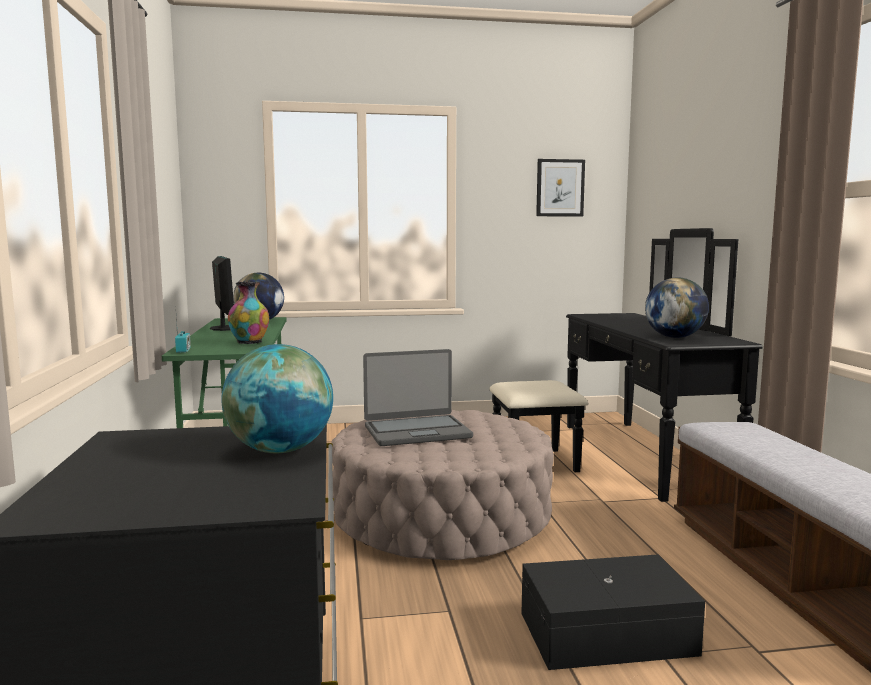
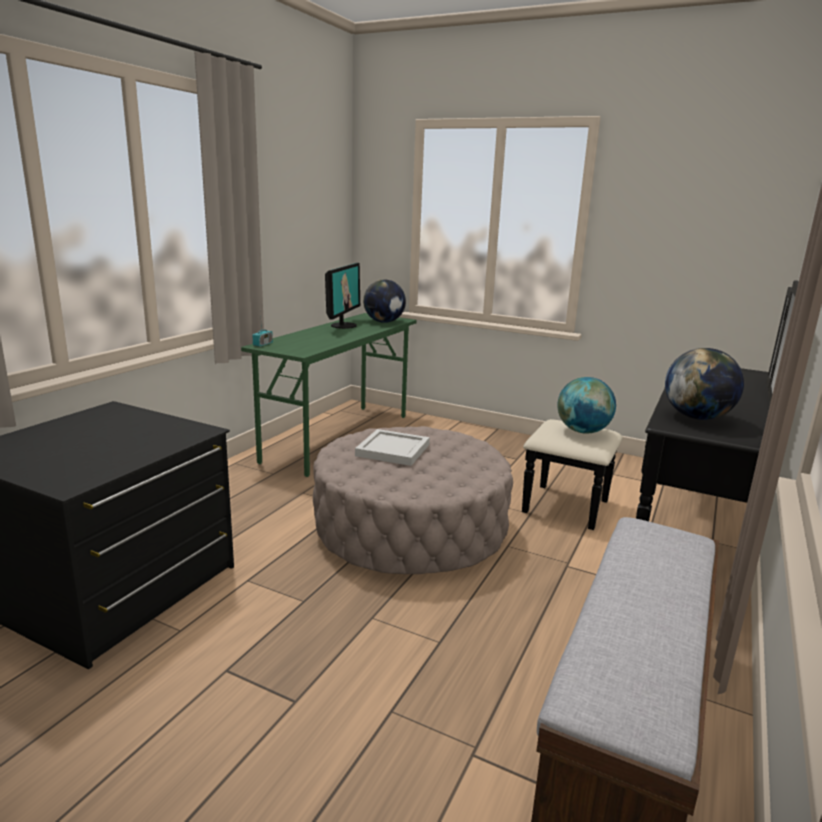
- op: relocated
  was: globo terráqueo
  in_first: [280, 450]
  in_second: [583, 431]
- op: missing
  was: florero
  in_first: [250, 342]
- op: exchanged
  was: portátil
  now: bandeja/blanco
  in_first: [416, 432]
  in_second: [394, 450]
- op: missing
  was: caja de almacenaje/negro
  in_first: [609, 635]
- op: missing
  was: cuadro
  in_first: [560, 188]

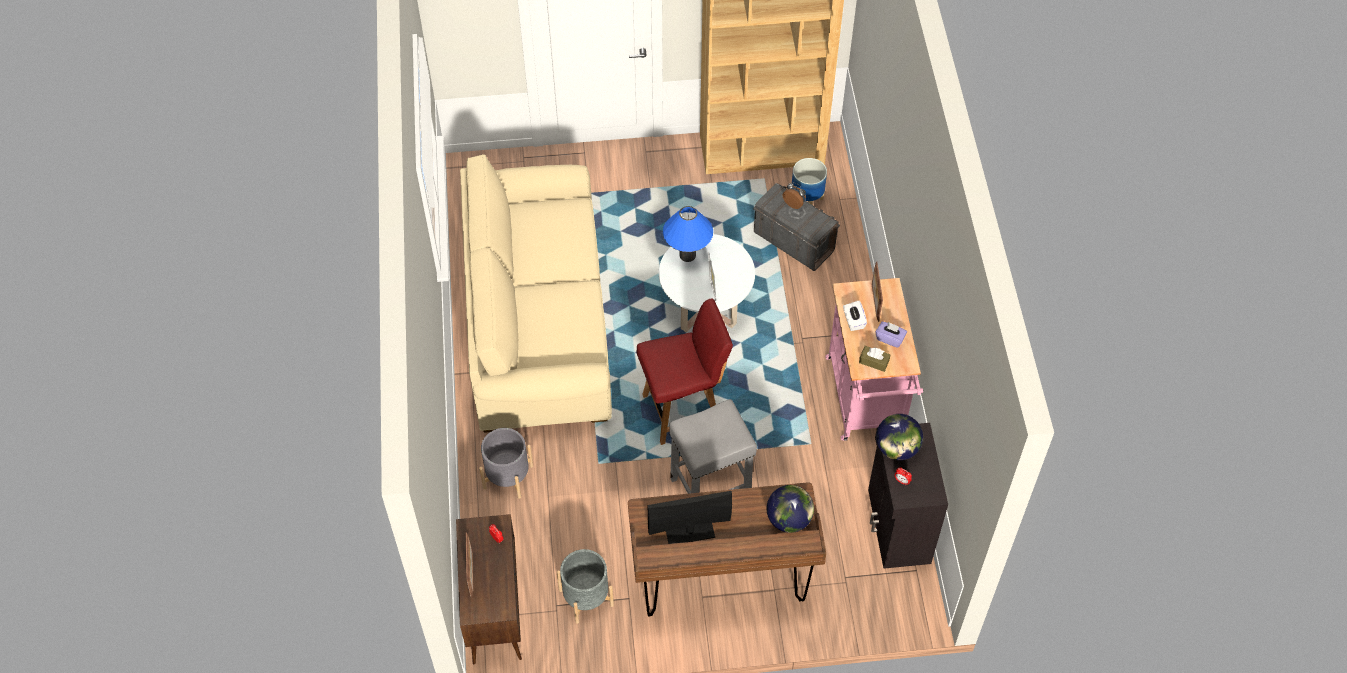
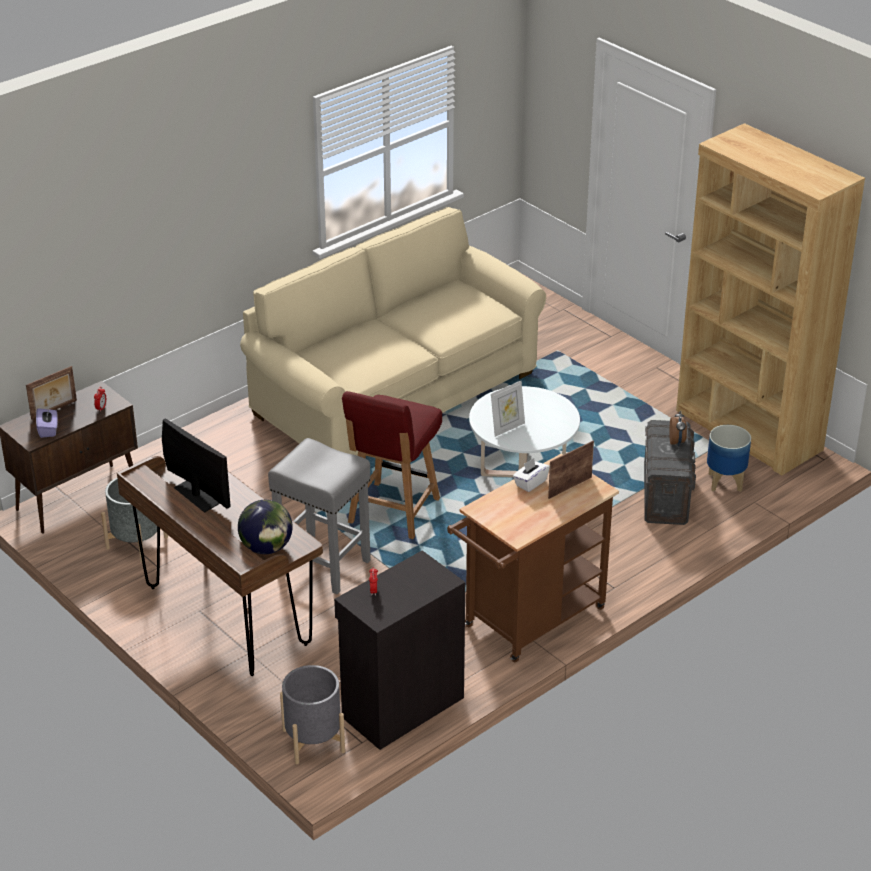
- op: relocated
  was: maceta/gris
  in_first: [508, 476]
  in_second: [313, 740]
- op: spun
  was: silla/rojo
  in_first: [683, 411]
  in_second: [392, 512]
  clockwise: 75
- op: missing
  was: lámpara de mesa/azul
  in_first: [687, 255]
- op: colour
  was: carrito/rosa
  now: carrito/marrón
  in_first: [866, 402]
  in_second: [528, 622]
- op: missing
  was: caja de pañuelos/marrón
  in_first: [874, 362]
- op: relocated
  was: caja de pañuelos/morado
  in_first: [890, 338]
  in_second: [48, 430]
- op: missing
  was: globo terráqueo
  in_first: [897, 448]

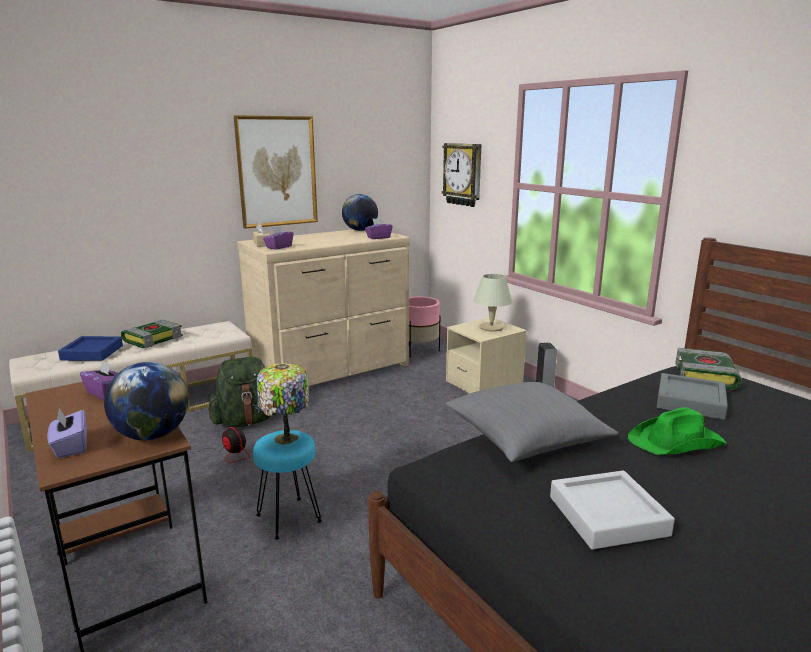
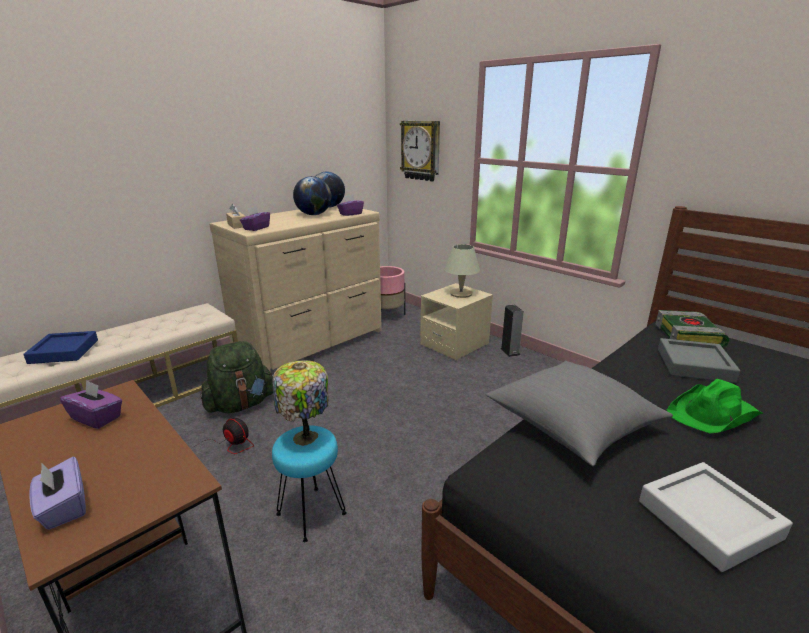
- op: relocated
  was: globo terráqueo
  in_first: [152, 435]
  in_second: [313, 215]
- op: missing
  was: libro
  in_first: [153, 339]
- op: missing
  was: cuadro
  in_first: [277, 171]

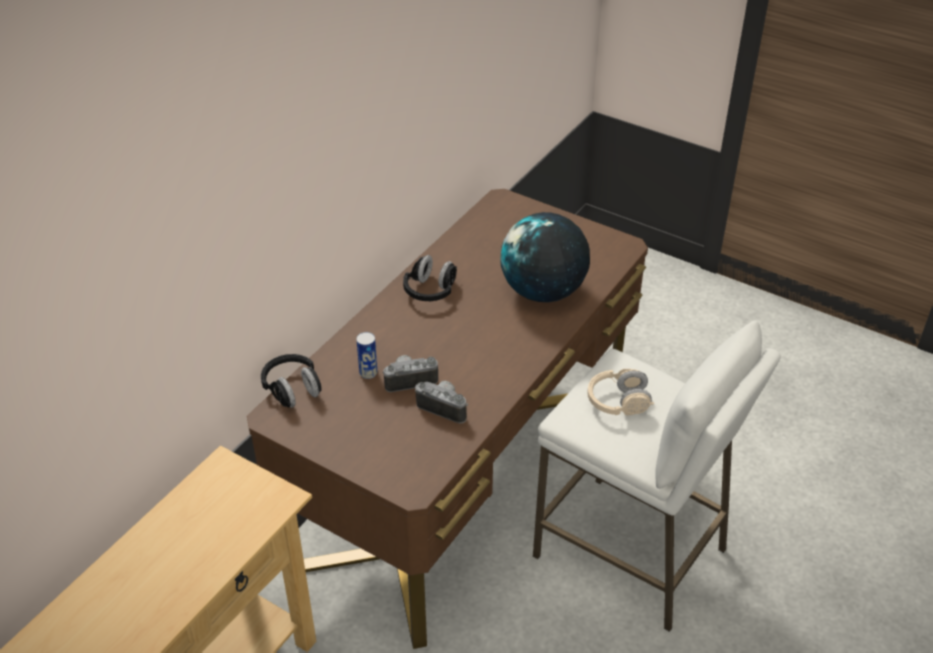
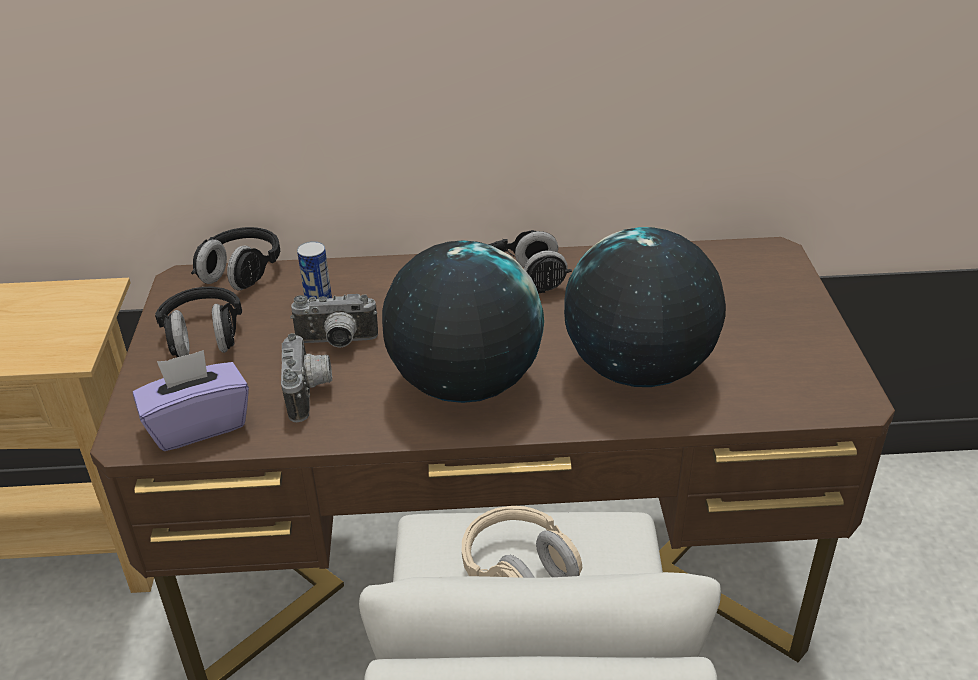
- op: spun
  was: cámara
  in_first: [410, 380]
  in_second: [337, 343]
  clockwise: 135
- op: appeared
  now: caja de pañuelos/morado
  in_second: [198, 424]
- op: appeared
  now: auriculares/negro
  in_second: [203, 338]
- op: appeared
  now: globo terráqueo
  in_second: [464, 384]

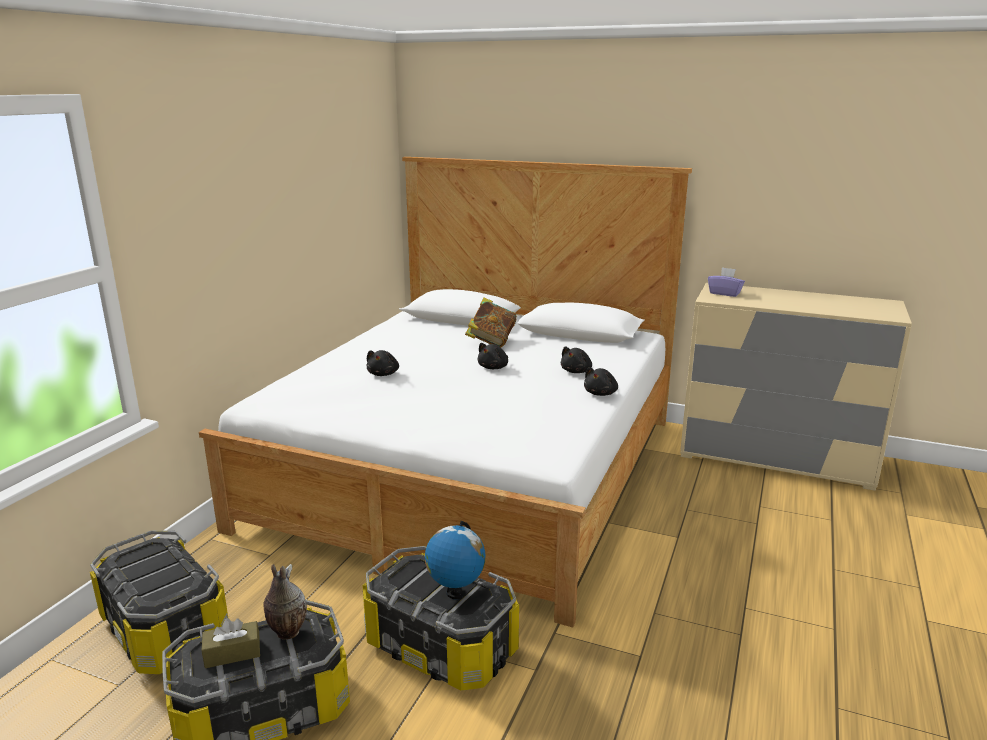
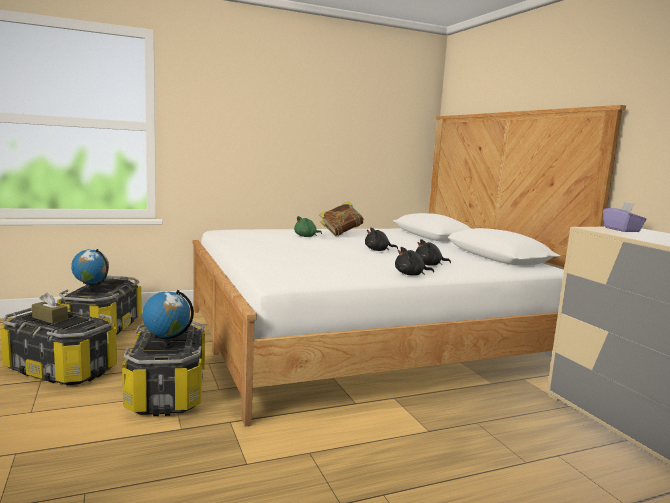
- op: missing
  was: florero
  in_first: [286, 633]
- op: colour
  was: peluche/negro
  now: peluche/verde
  in_first: [383, 374]
  in_second: [306, 236]
- op: relocated
  was: libro
  in_first: [491, 341]
  in_second: [341, 234]
- op: appeared
  now: globo terráqueo
  in_second: [91, 290]

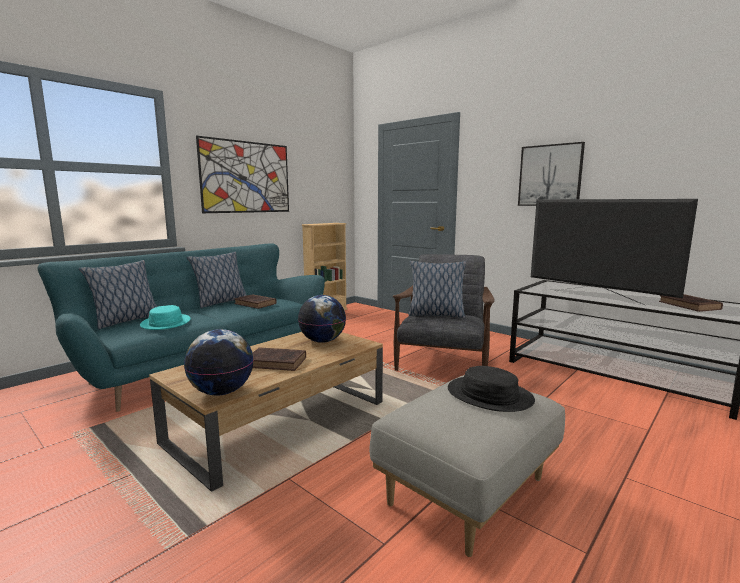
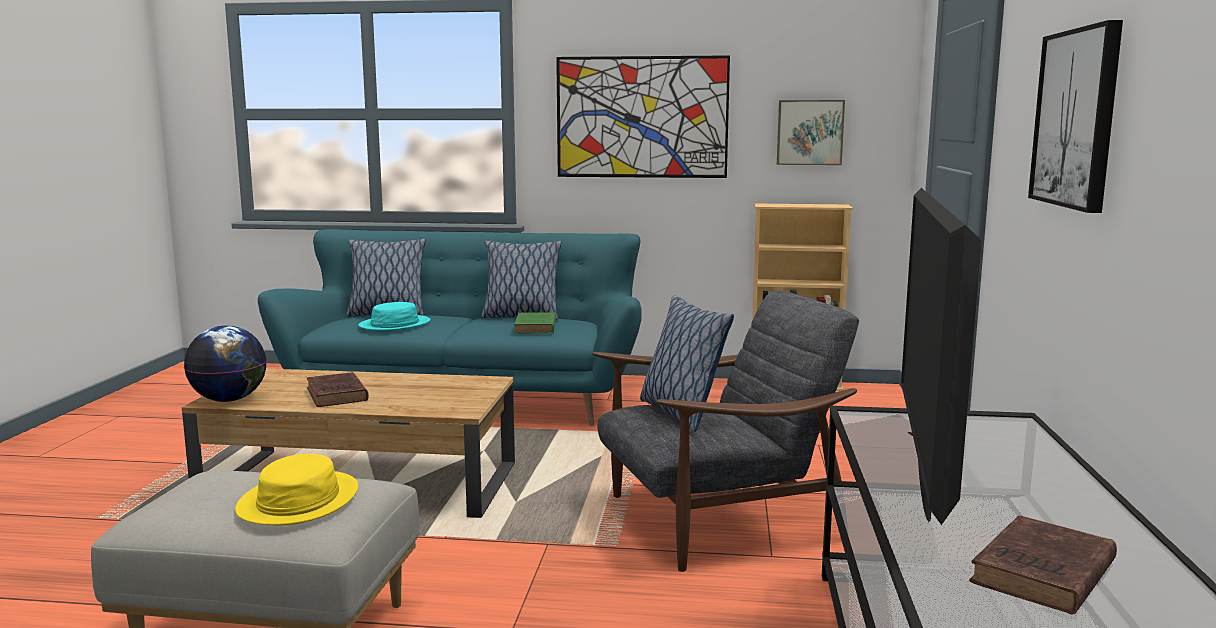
- op: colour
  was: libro/marrón
  now: libro/verde
  in_first: [256, 304]
  in_second: [535, 327]
- op: missing
  was: globo terráqueo
  in_first: [323, 341]
- op: colour
  was: sombrero/negro
  now: sombrero/amarillo
  in_first: [489, 395]
  in_second: [298, 500]
- op: appeared
  now: cuadro
  in_second: [809, 132]

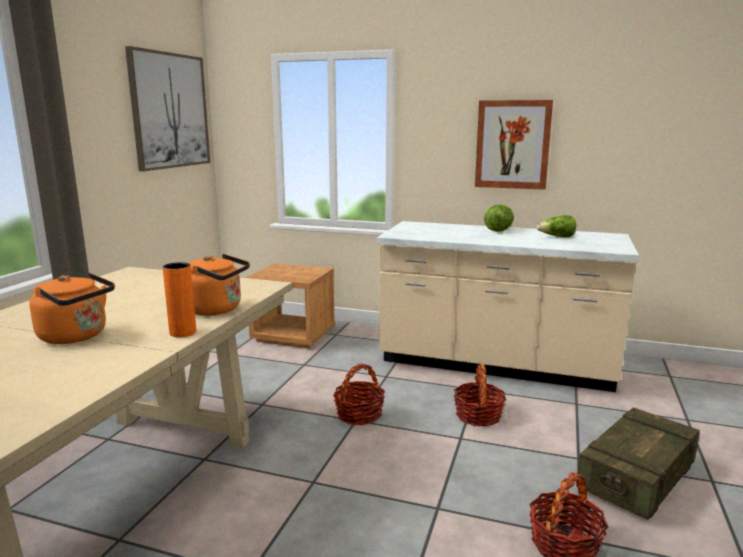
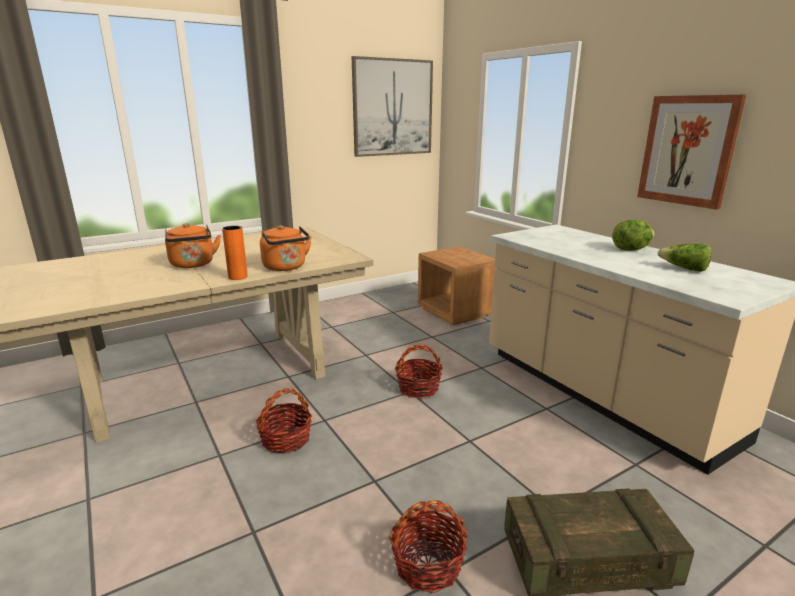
- op: relocated
  was: cesta
  in_first: [478, 416]
  in_second: [285, 439]

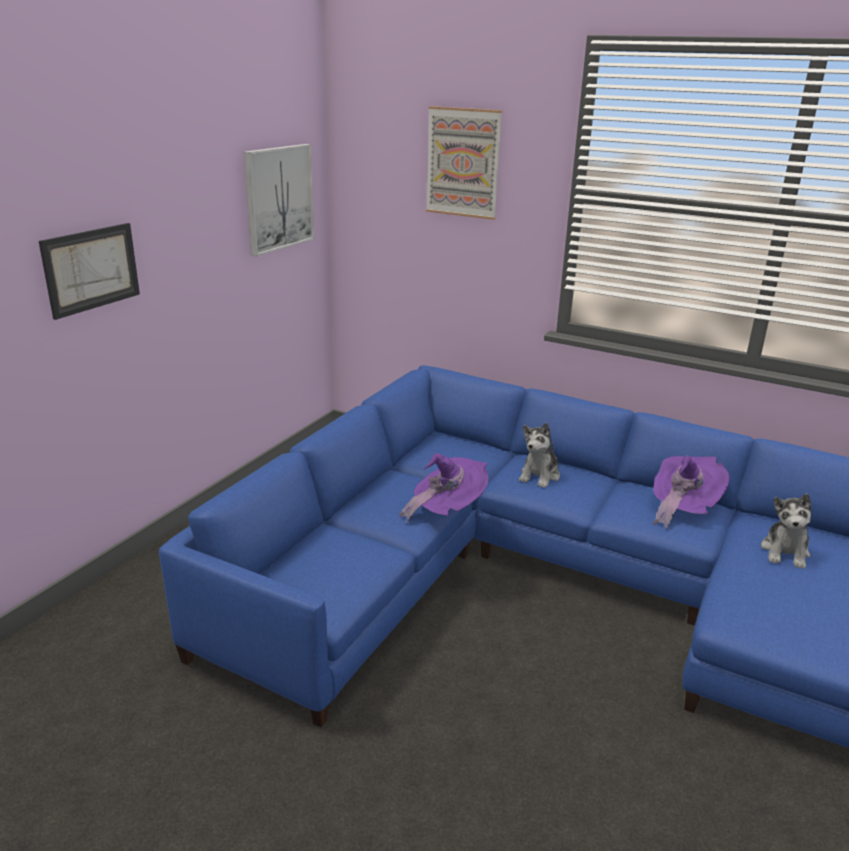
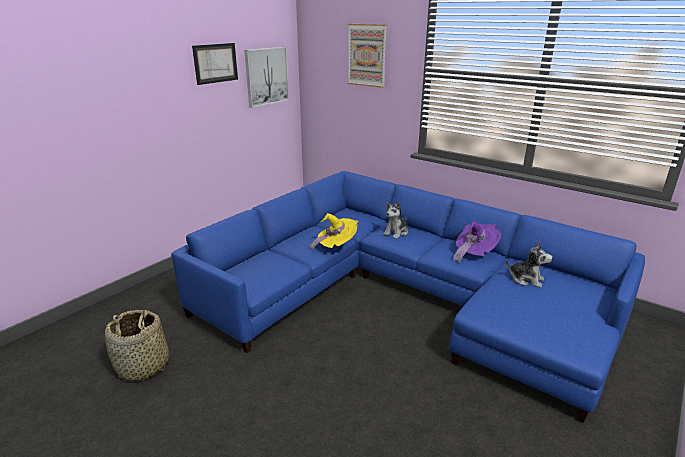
- op: relocated
  was: cuadro
  in_first: [91, 269]
  in_second: [215, 63]
- op: colour
  was: sombrero/morado
  now: sombrero/amarillo
  in_first: [446, 509]
  in_second: [336, 246]
- op: spun
  was: peluche
  in_first: [785, 552]
  in_second: [526, 279]
  clockwise: -90
- op: appeared
  now: cesta
  in_second: [143, 366]

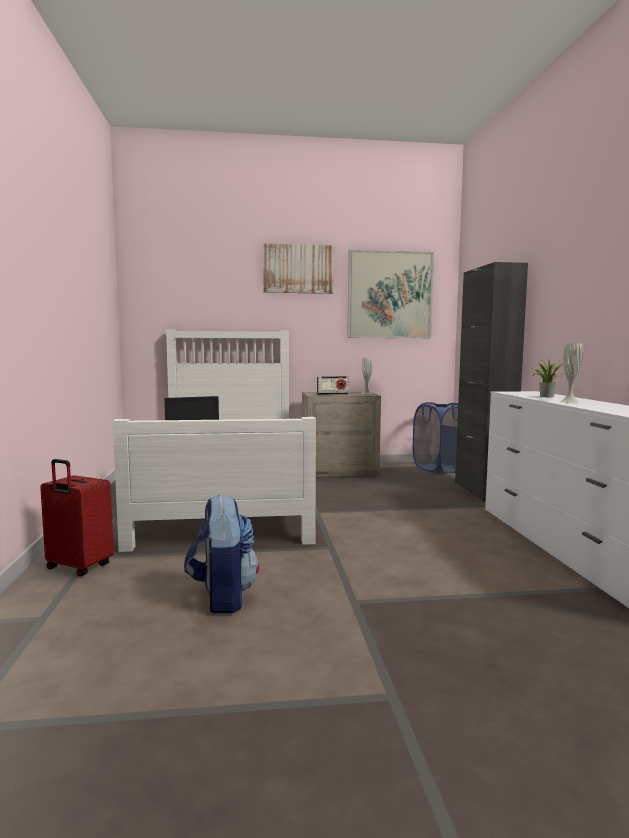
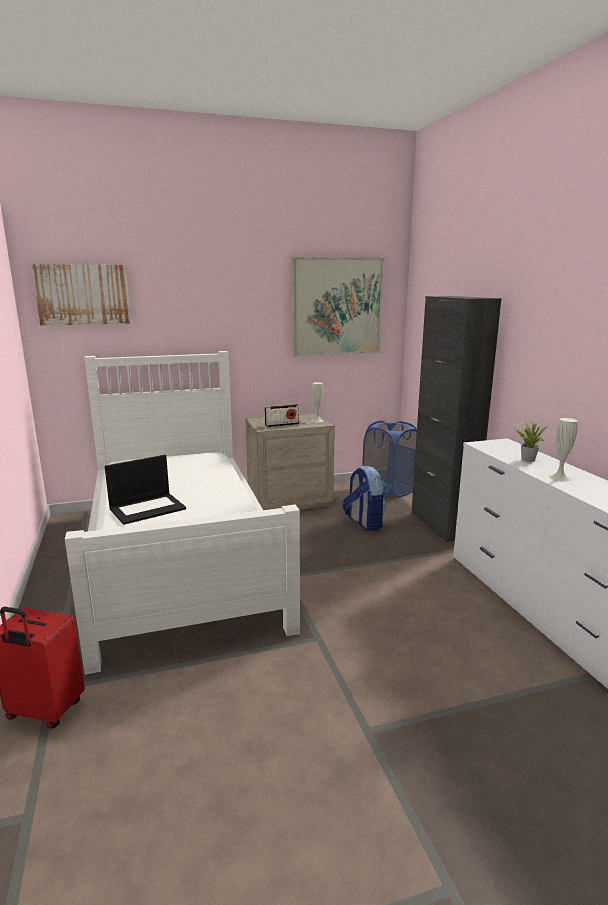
- op: relocated
  was: mochila
  in_first: [222, 597]
  in_second: [364, 523]
- op: relocated
  was: cuadro
  in_first: [298, 269]
  in_second: [83, 294]

